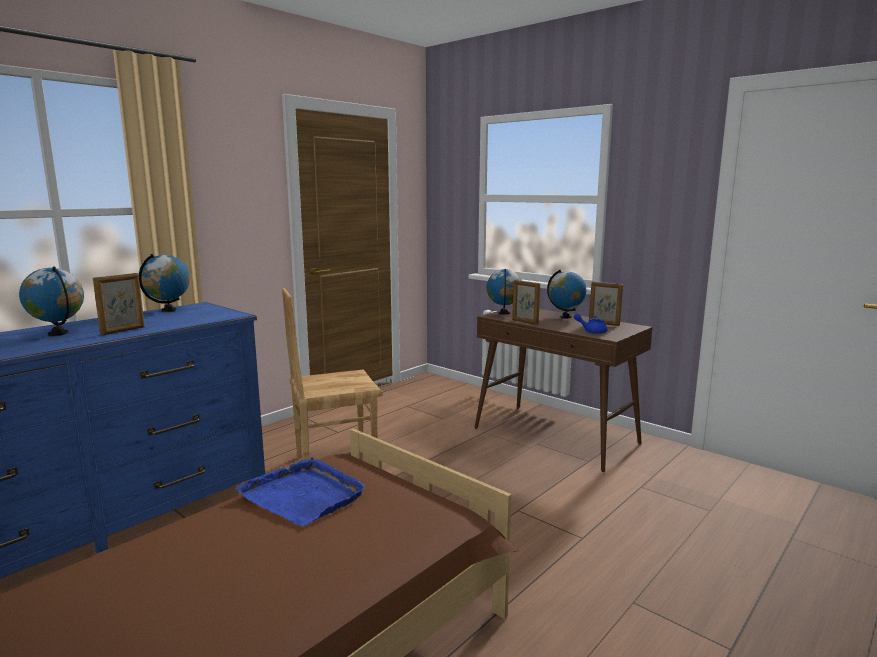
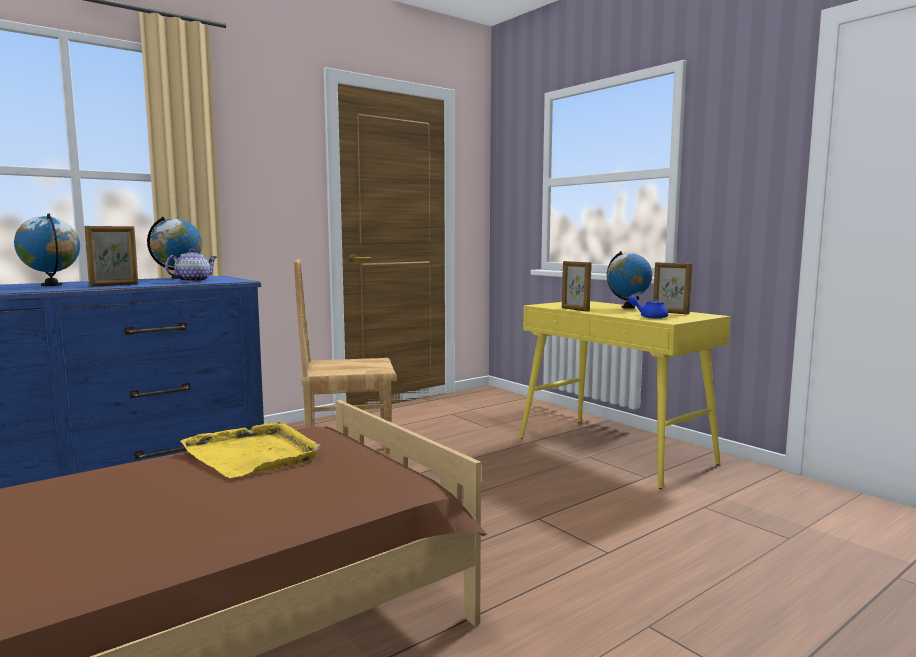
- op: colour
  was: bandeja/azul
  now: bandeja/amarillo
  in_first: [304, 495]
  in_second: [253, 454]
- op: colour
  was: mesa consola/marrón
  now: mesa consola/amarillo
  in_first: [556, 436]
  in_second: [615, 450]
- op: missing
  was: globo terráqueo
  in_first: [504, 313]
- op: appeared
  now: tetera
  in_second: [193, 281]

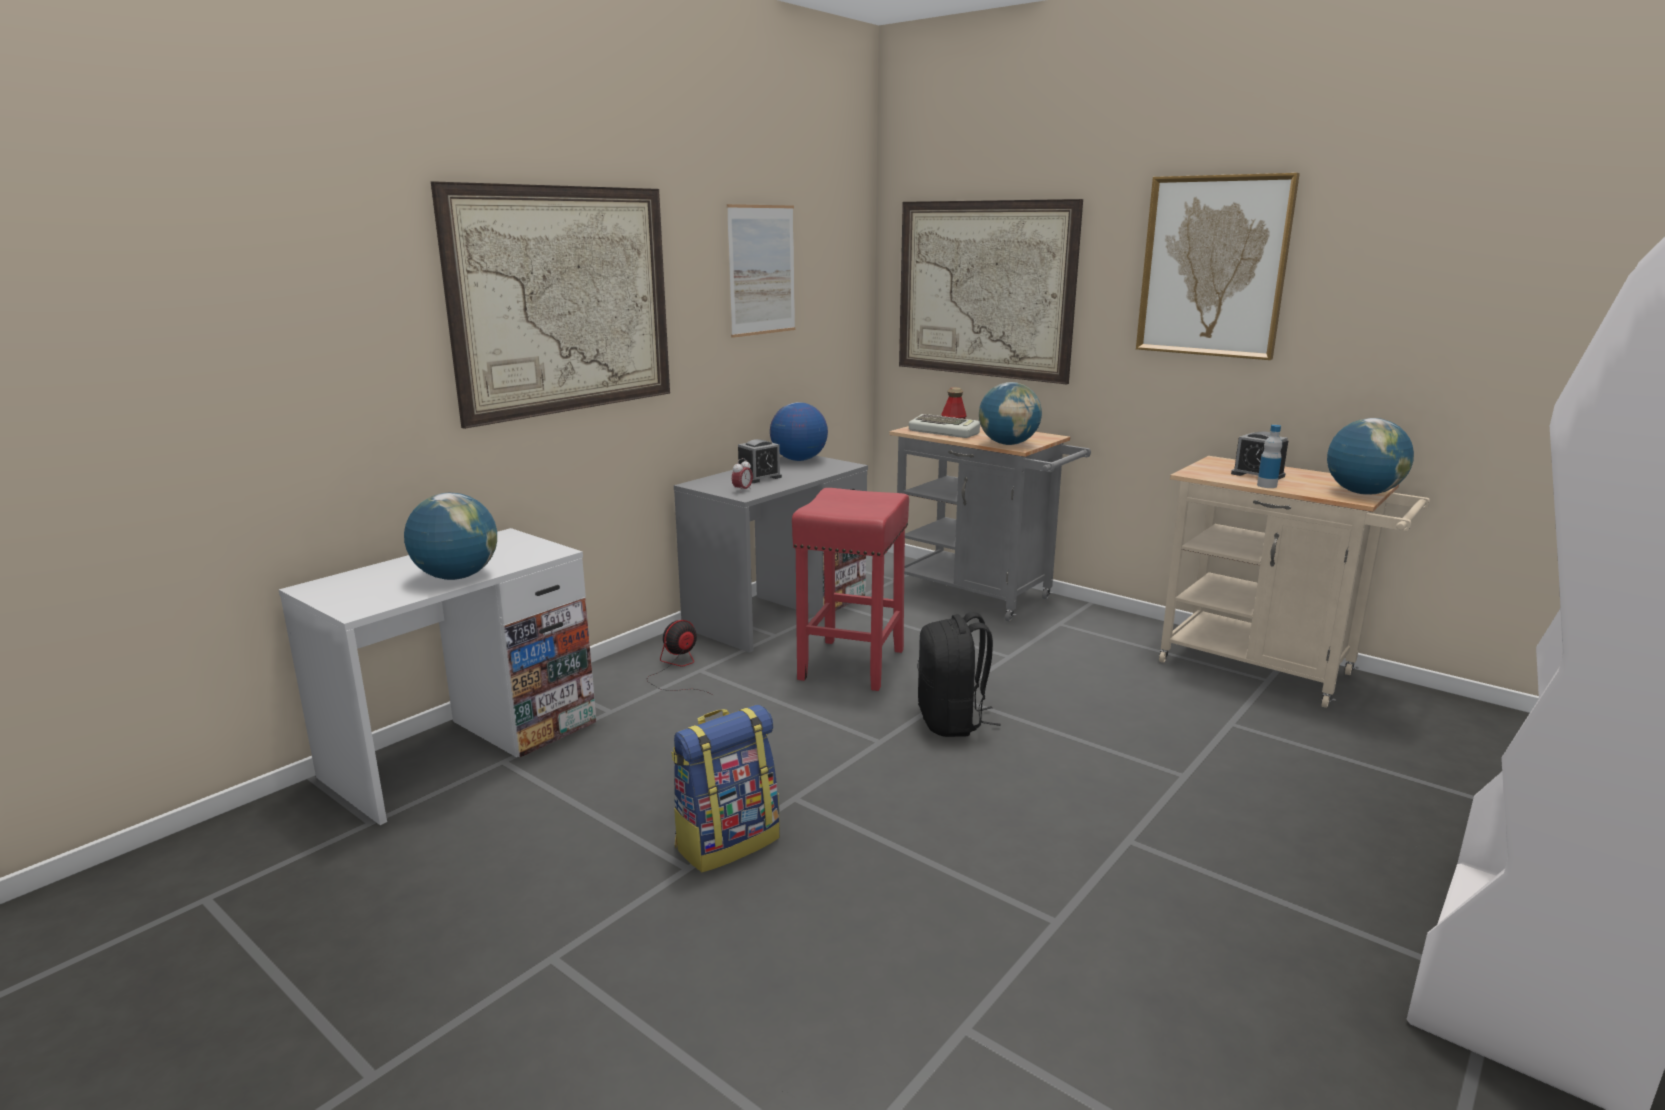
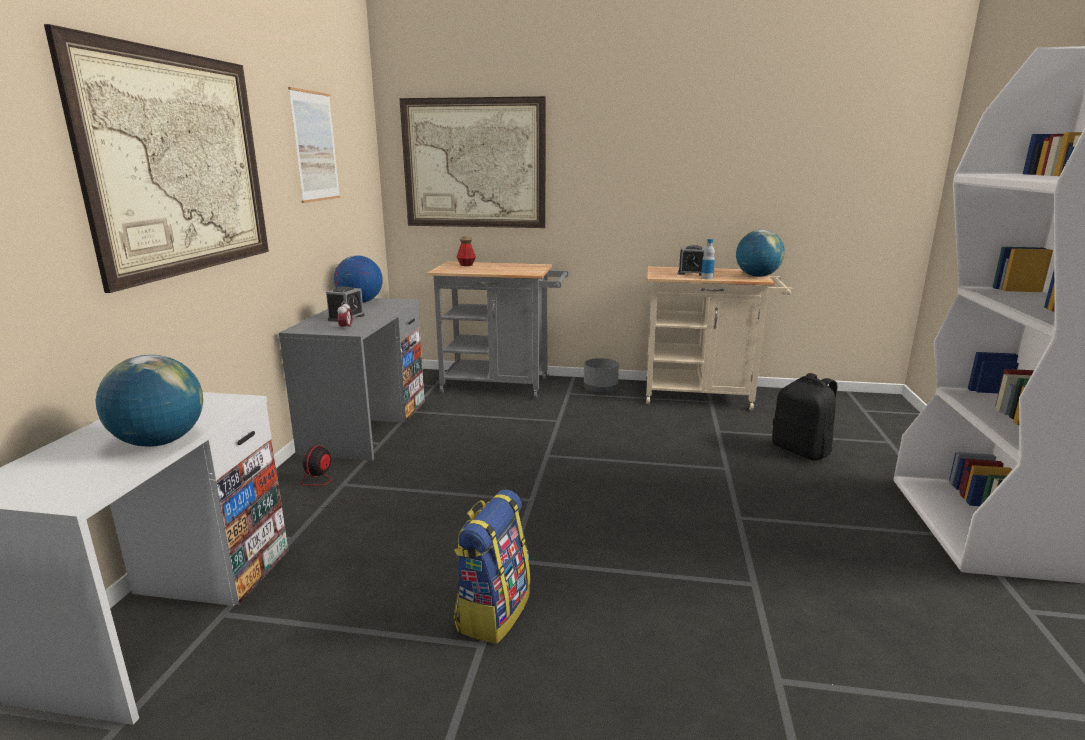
- op: missing
  was: taburete/rojo
  in_first: [851, 665]
- op: missing
  was: teclado
  in_first: [945, 432]
- op: relocated
  was: mochila/negro
  in_first: [952, 721]
  in_second: [802, 450]
- op: missing
  was: globo terráqueo
  in_first: [1008, 444]
- op: missing
  was: cuadro
  in_first: [1213, 267]
- op: appeared
  now: maceta/gris
  in_second: [600, 389]

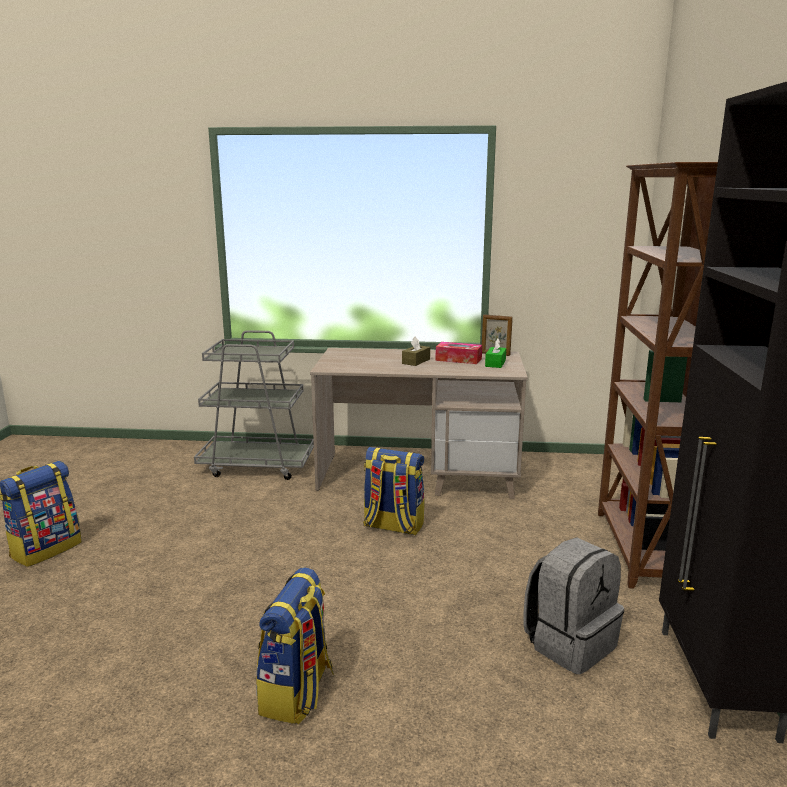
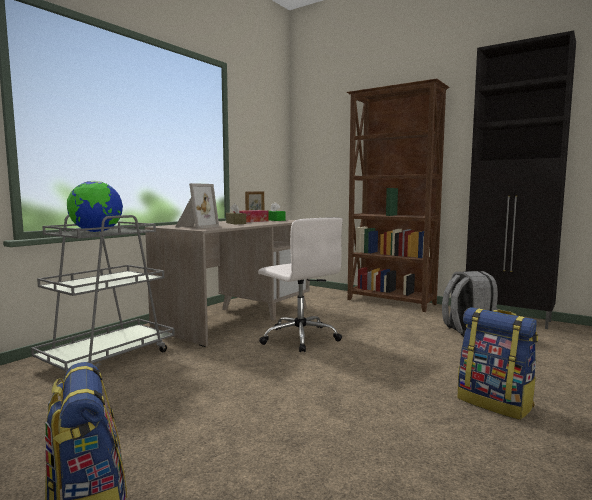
- op: exchanged
  was: mochila
  now: silla de oficina/blanco
  in_first: [393, 526]
  in_second: [299, 337]
- op: appeared
  now: globo terráqueo
  in_second: [96, 232]
- op: appeared
  now: portarretratos
  in_second: [195, 227]

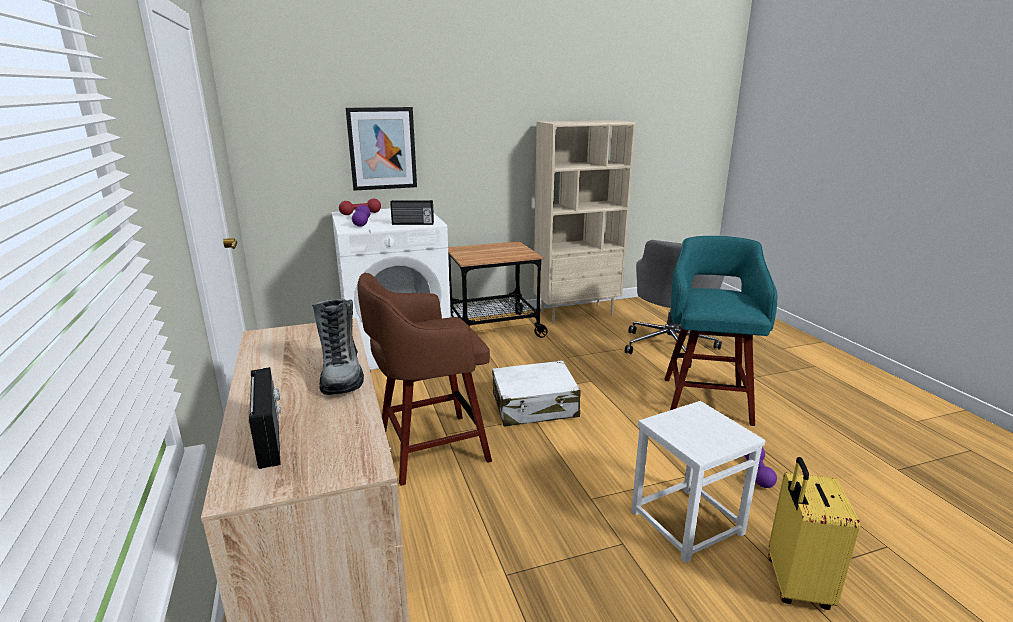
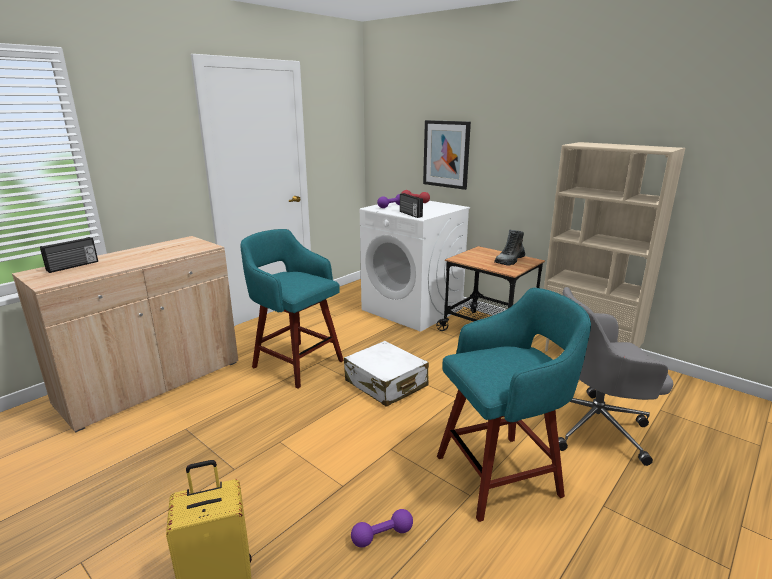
- op: relocated
  was: bota
  in_first: [341, 374]
  in_second: [509, 261]
- op: colour
  was: taburete/marrón
  now: taburete/turquesa
  in_first: [429, 448]
  in_second: [296, 363]
- op: missing
  was: taburete/blanco
  in_first: [686, 522]

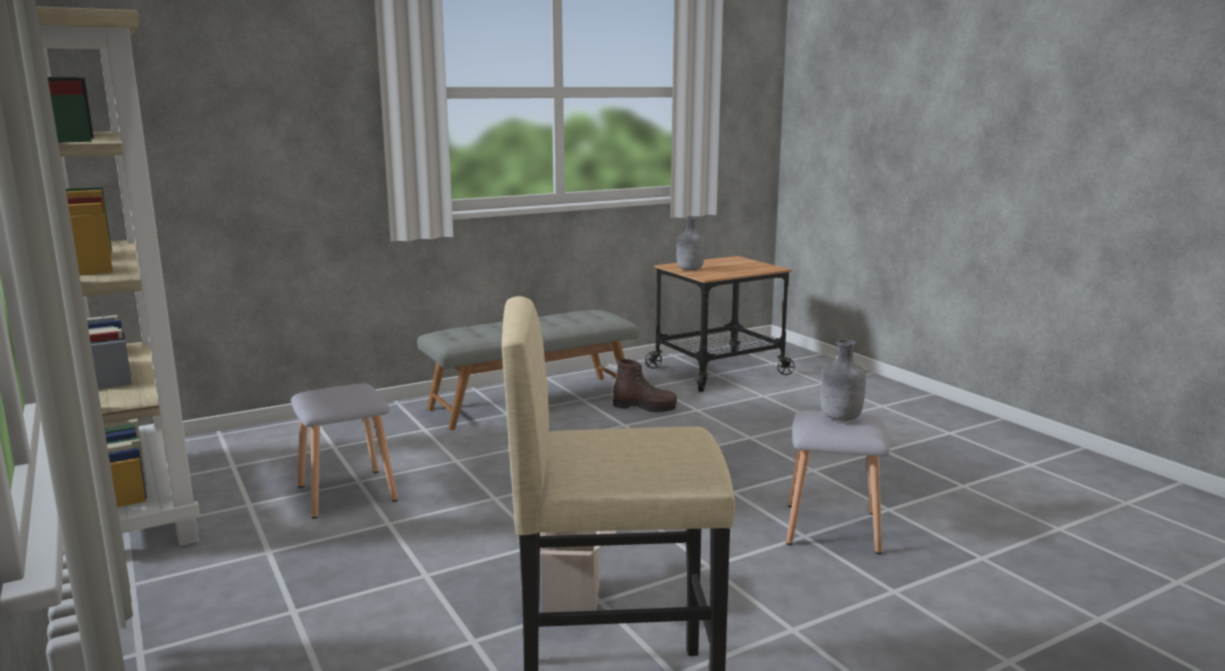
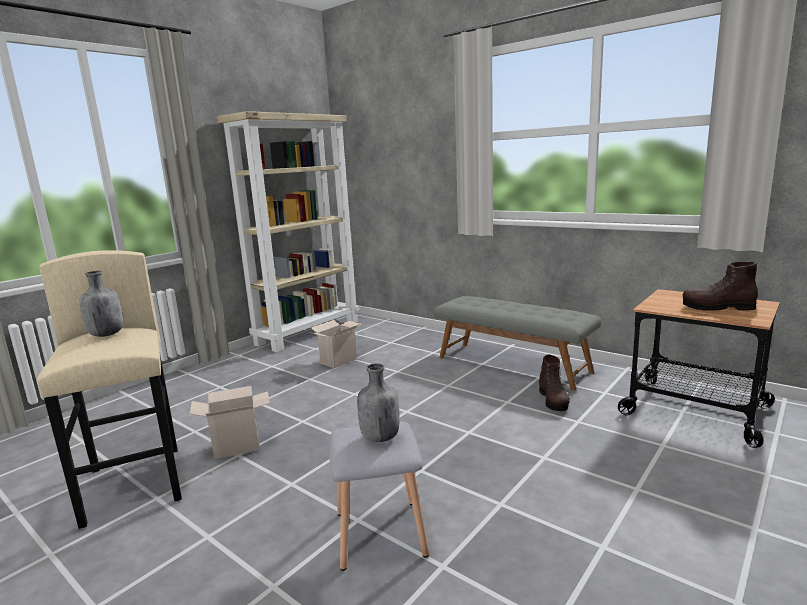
- op: exchanged
  was: taburete/gris
  now: caja de cartón
  in_first: [345, 492]
  in_second: [338, 360]
- op: relocated
  was: botella/gris
  in_first: [689, 270]
  in_second: [106, 334]
- op: appeared
  now: bota/marrón
  in_second: [717, 308]

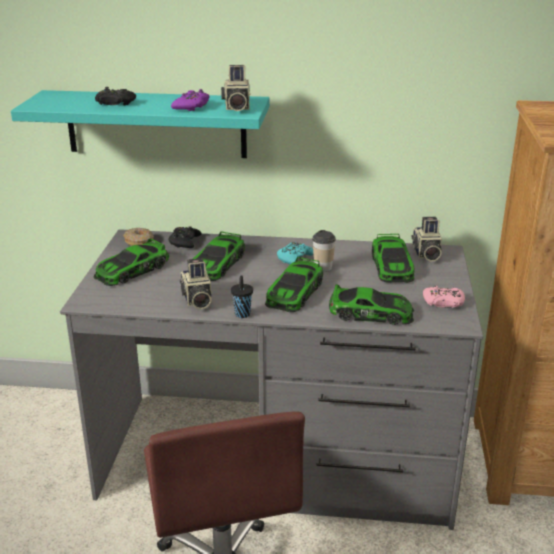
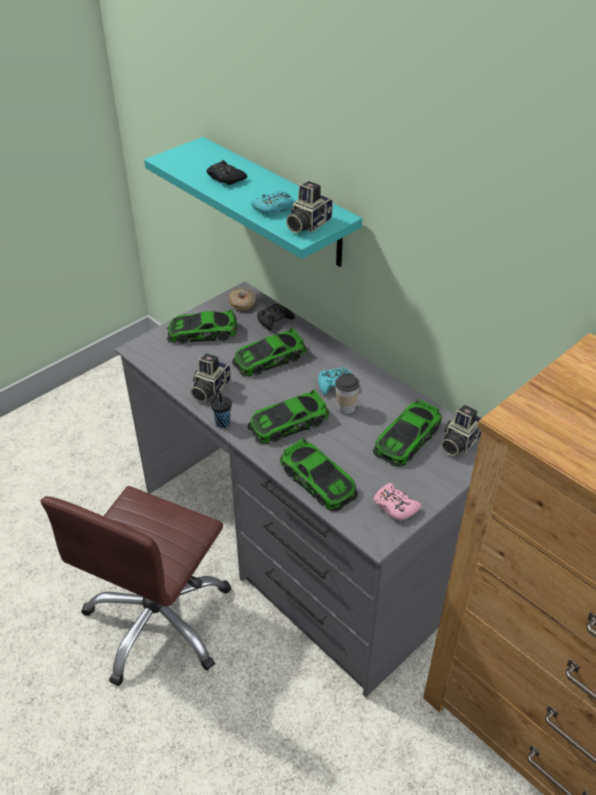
- op: colour
  was: mando de consola/morado
  now: mando de consola/turquesa
  in_first: [191, 106]
  in_second: [274, 208]

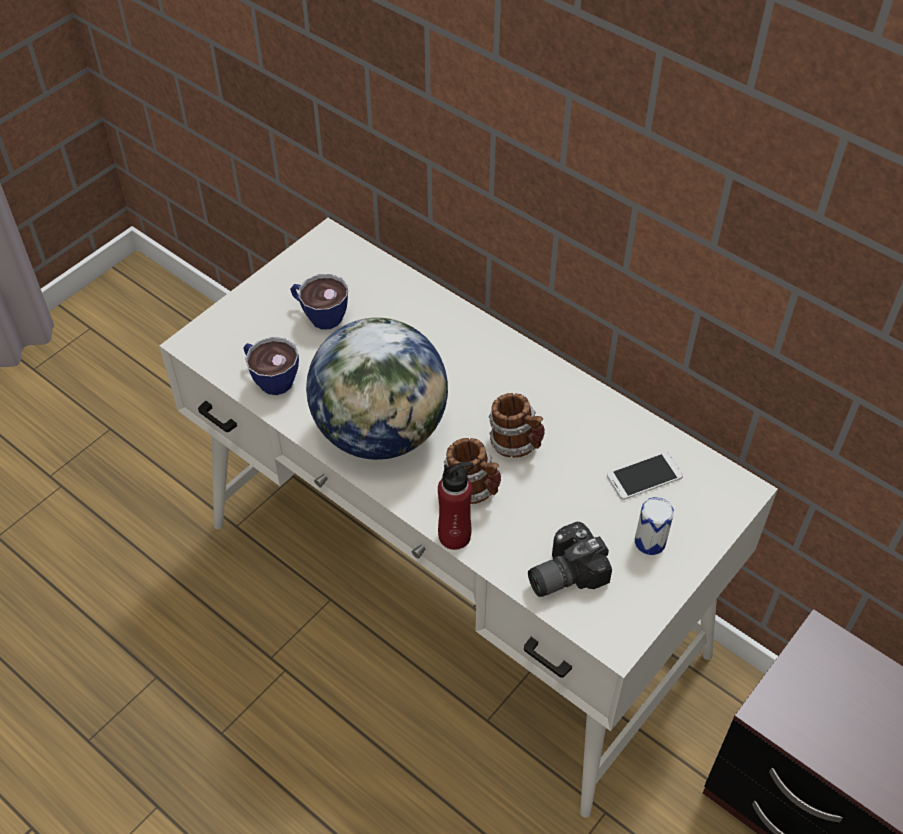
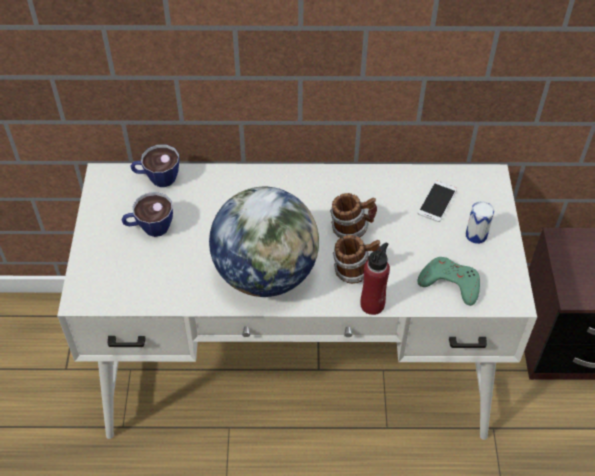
- op: relocated
  was: taza
  in_first: [270, 378]
  in_second: [157, 178]
- op: exchanged
  was: cámara
  now: mando de consola/verde
  in_first: [562, 572]
  in_second: [450, 283]

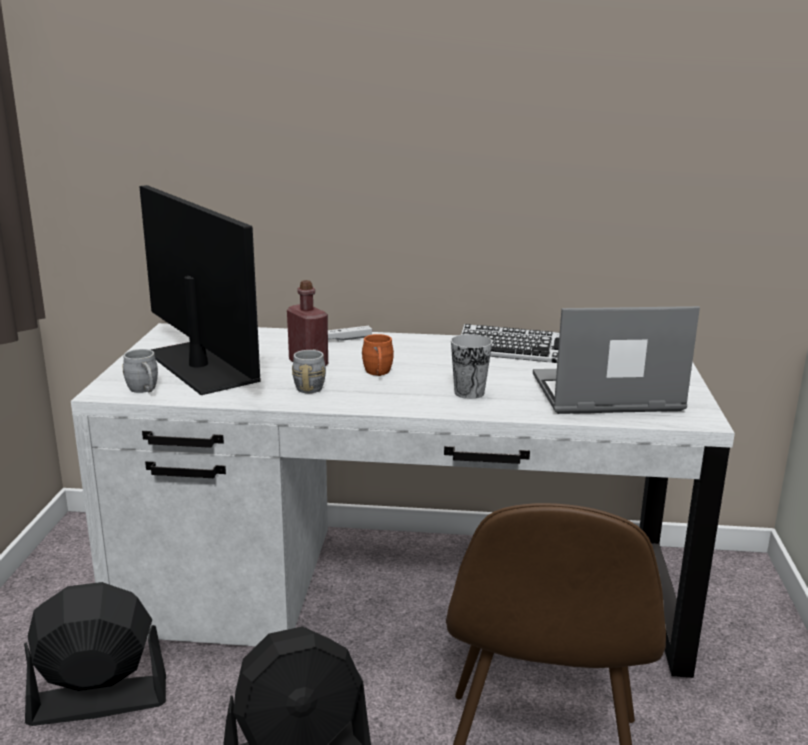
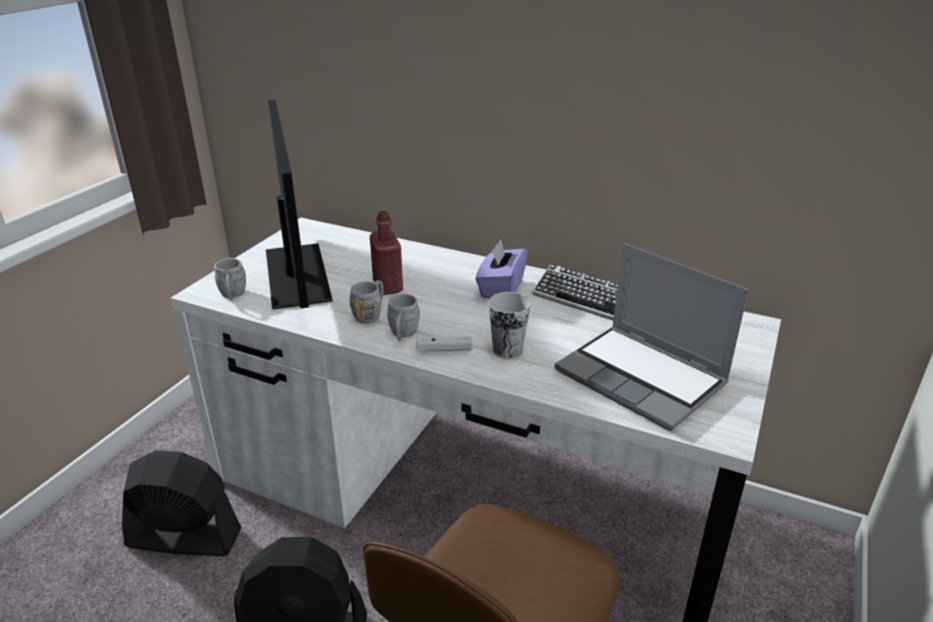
- op: relocated
  was: mando de consola/blanco
  in_first: [348, 339]
  in_second: [444, 349]
- op: missing
  was: taza grande/naranja
  in_first: [378, 373]
- op: spun
  was: portátil
  in_first: [604, 395]
  in_second: [643, 378]
  clockwise: -150
- op: appeared
  now: taza grande/gris
  in_second: [403, 335]
- op: appeared
  now: caja de pañuelos/morado
  in_second: [501, 288]

